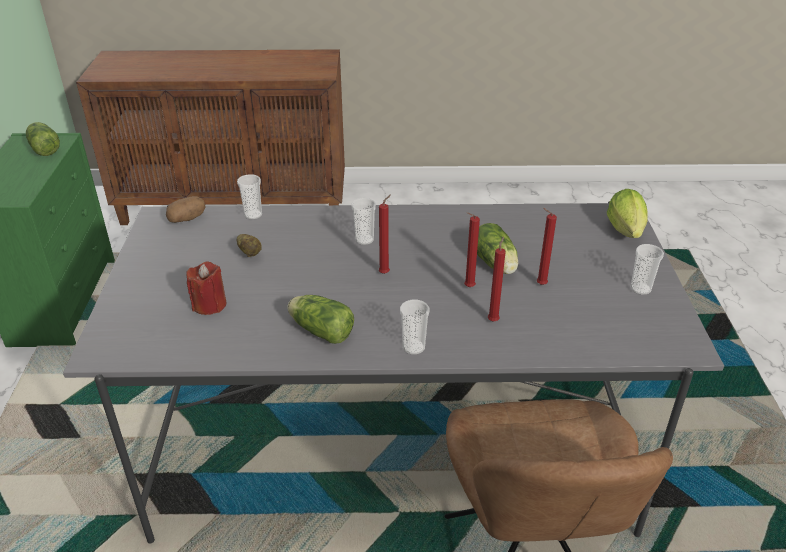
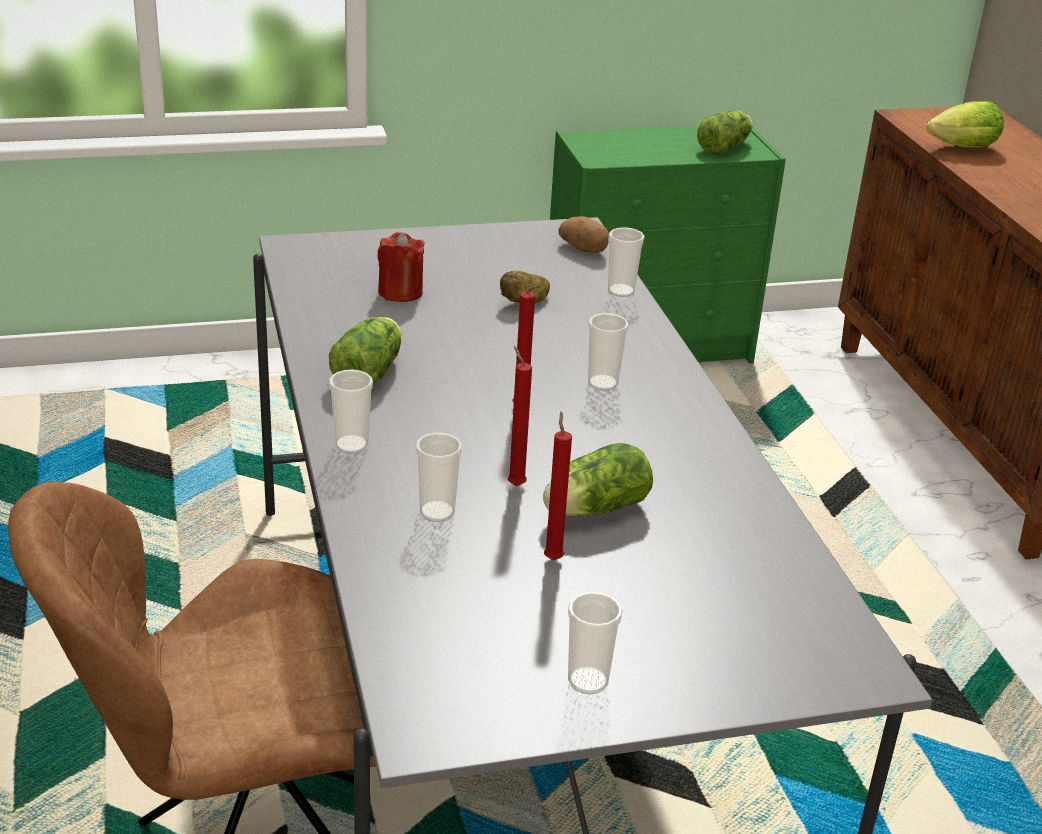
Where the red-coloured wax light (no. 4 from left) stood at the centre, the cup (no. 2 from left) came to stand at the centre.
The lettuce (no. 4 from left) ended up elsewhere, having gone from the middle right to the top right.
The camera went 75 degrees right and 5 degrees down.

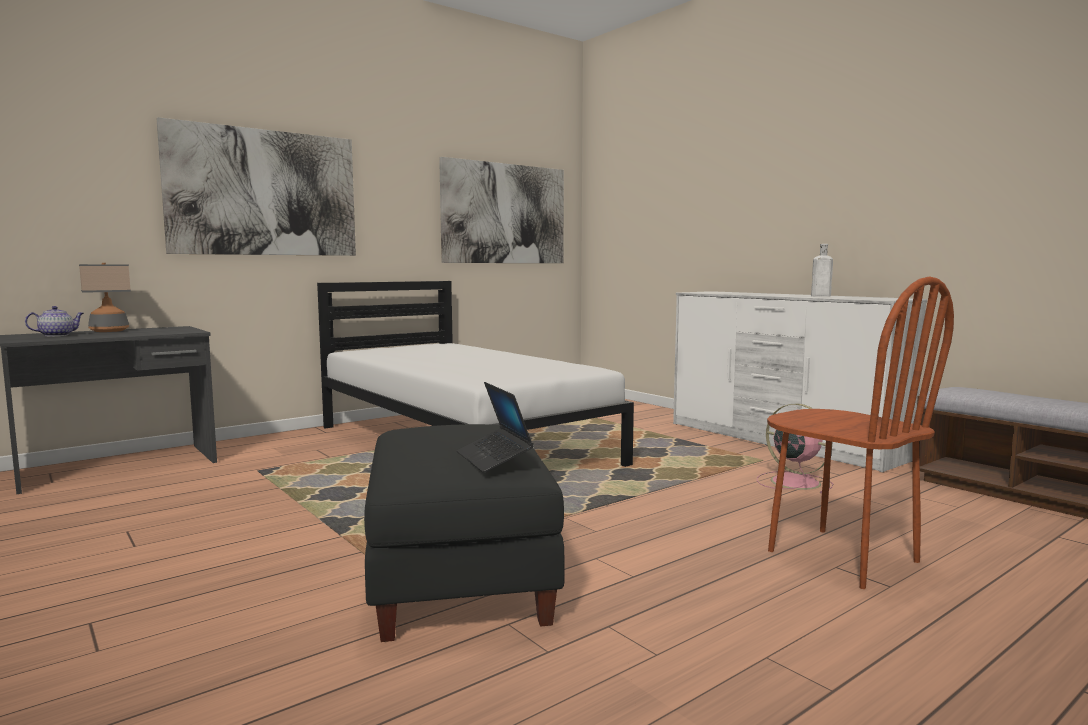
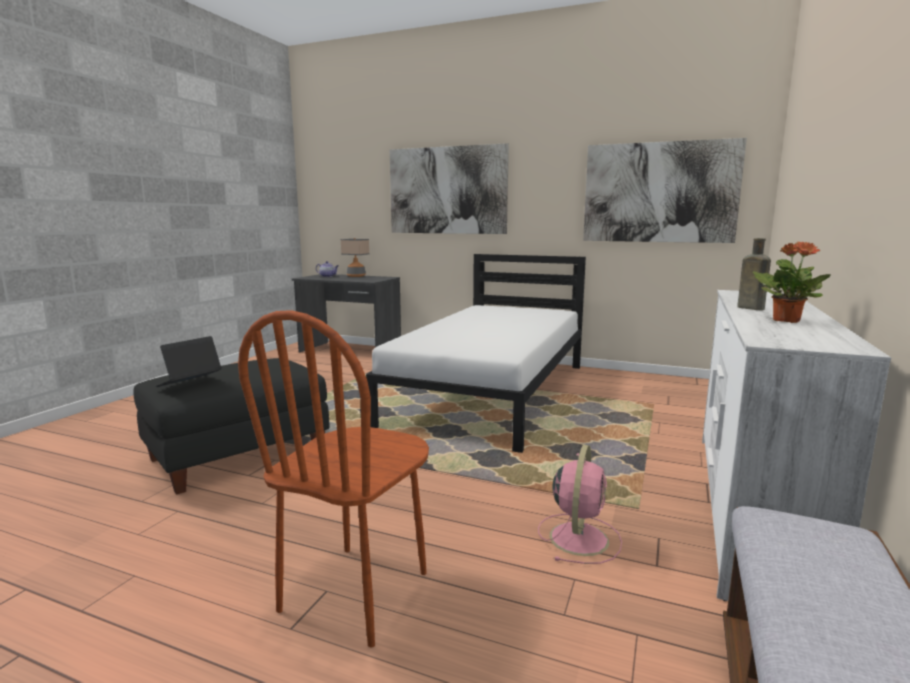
Where the white beverage bottle stood at the middle right, the potted plant came to stand at the middle right.
The second view gained the brownish beverage bottle at the middle right.
The camera went 60 degrees right and 5 degrees up.

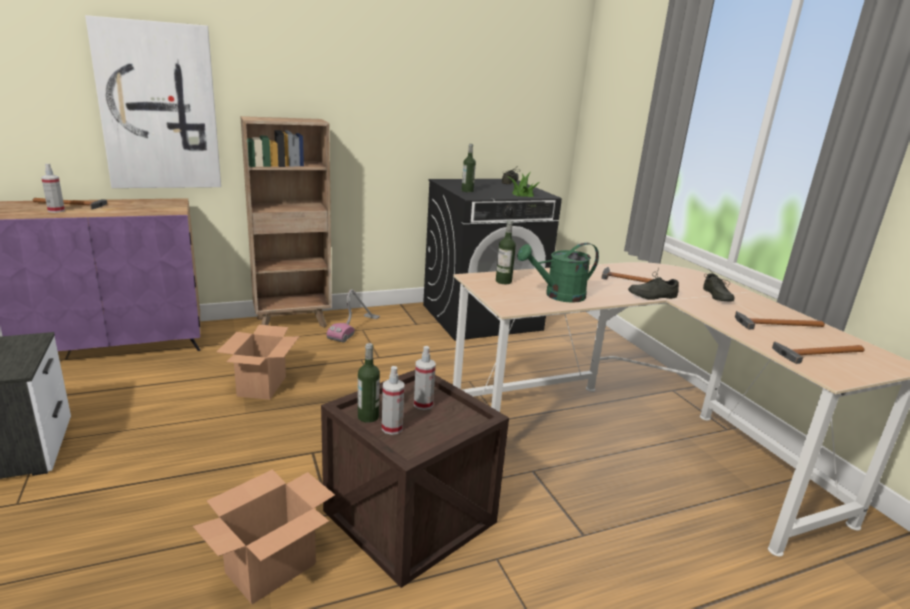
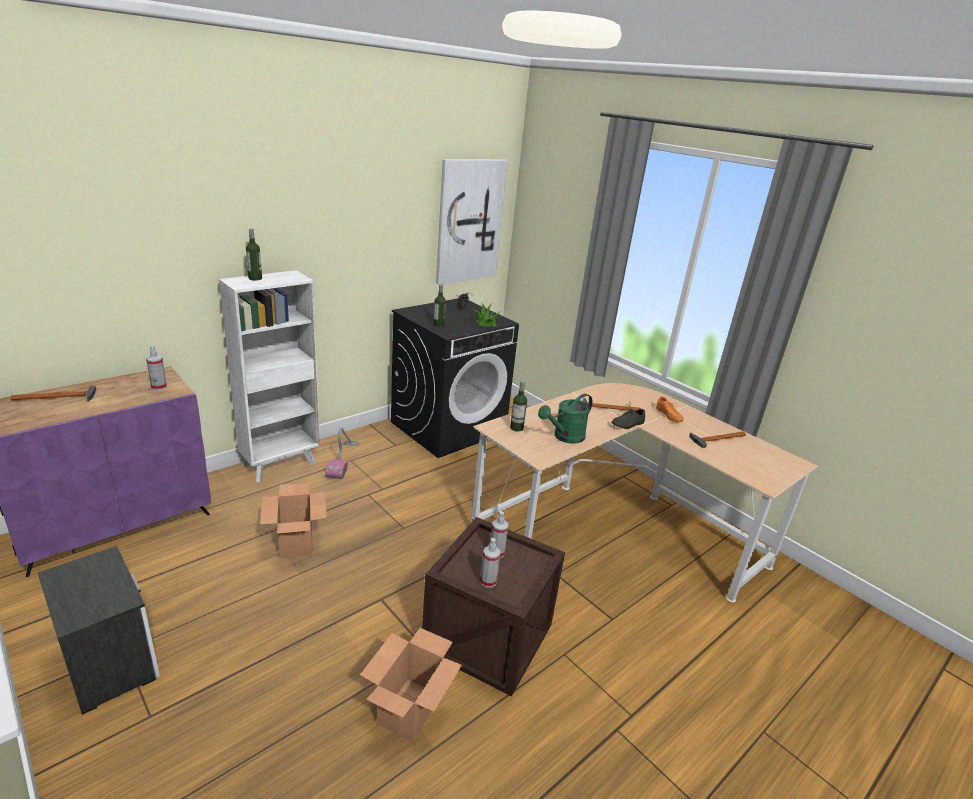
The sprayer (no. 1 from left) ended up elsewhere, having gone from the top left to the middle left.
The picture ended up elsewhere, having gone from the top left to the top centre.
What was the brownish bookcase at the middle left turned into the white bookcase at the middle left.
The beverage bottle (no. 1 from left) ended up elsewhere, having gone from the centre to the top left.
What was the gray item of footwear (no. 3 from left) at the middle right turned into the orange-coloured item of footwear at the middle right.
The second view lost the hammer (no. 4 from left) at the middle right.
The camera went 20 degrees left and 5 degrees up.

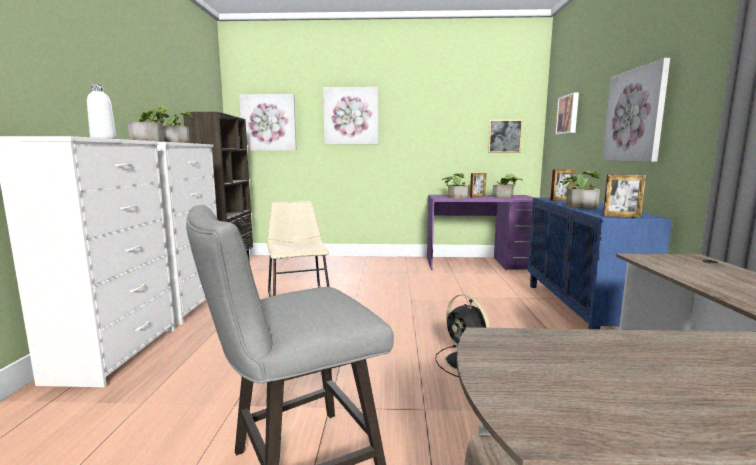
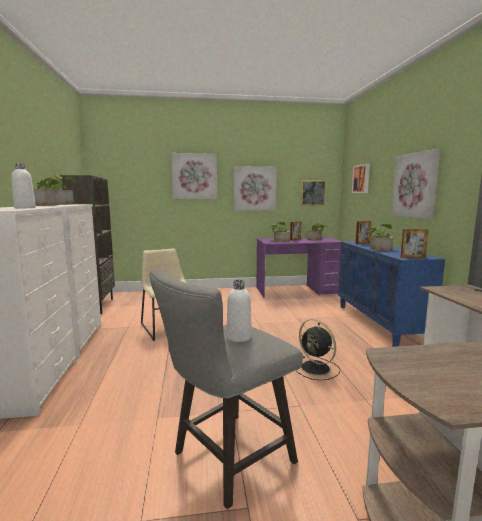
The picture (no. 1 from left in the first image) ended up elsewhere, having gone from the top centre to the centre.
The second view gained the white beverage bottle (no. 2 from left) at the centre.
The camera went 10 degrees left and 0 degrees up.

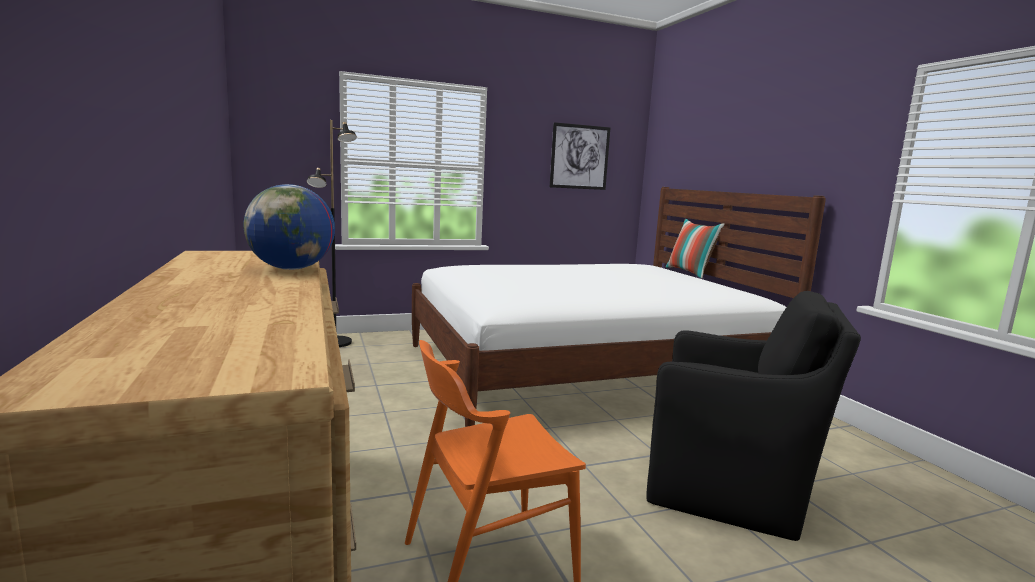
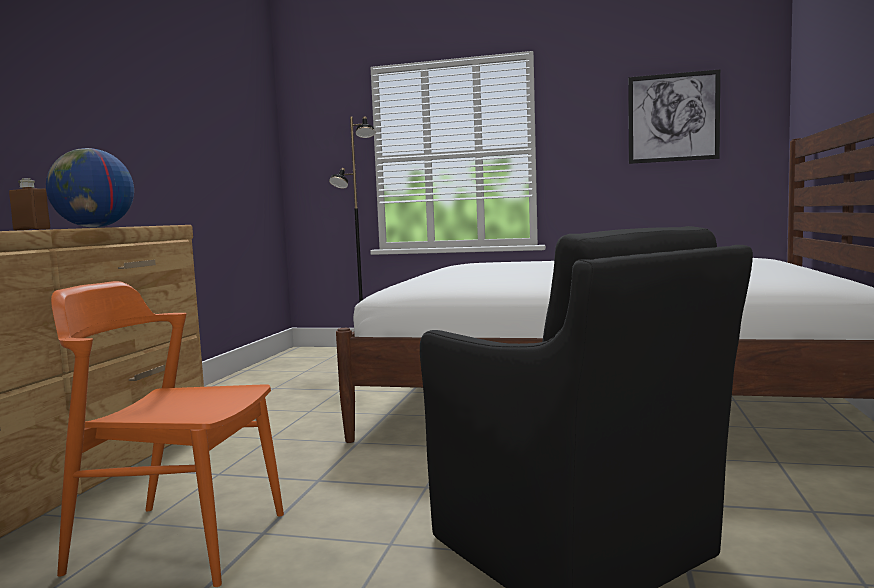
The second view lost the cushion at the middle right.
The second view gained the brownish beverage bottle at the middle left.
The camera went 35 degrees right and 5 degrees down.

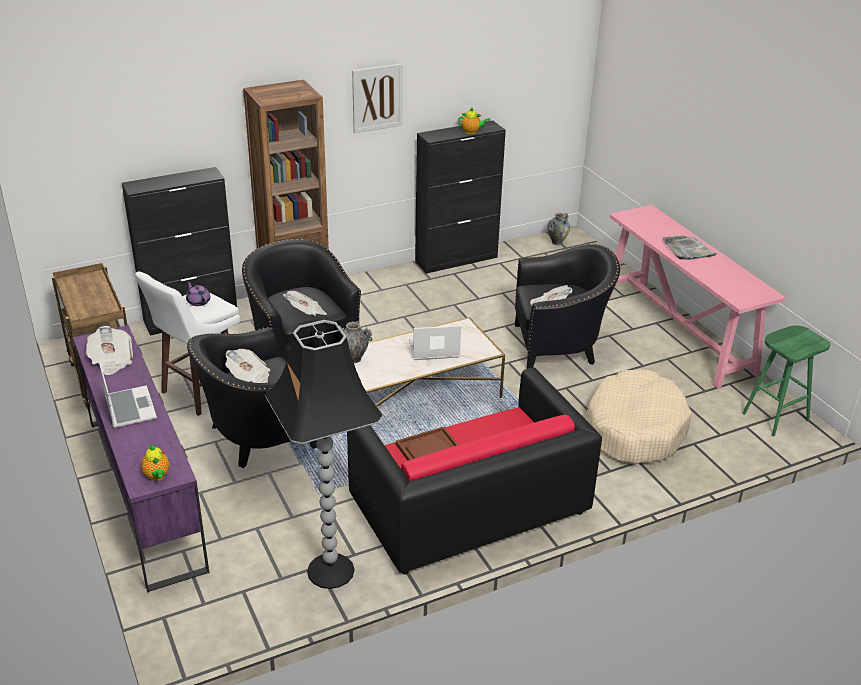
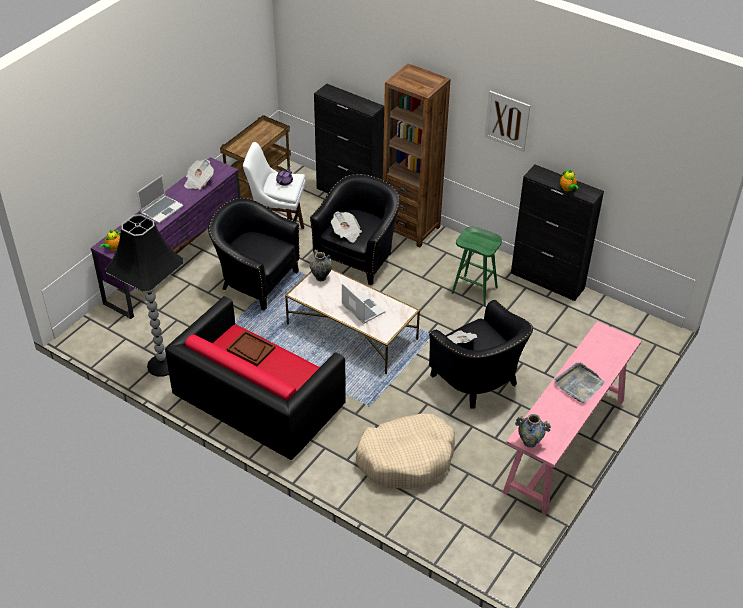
The second view lost the printed paper (no. 2 from left) at the middle left.
The vase (no. 2 from left) ended up elsewhere, having gone from the centre to the bottom right.
The green-coloured stool seat ended up elsewhere, having gone from the middle right to the centre.
The camera went 60 degrees right and 10 degrees up.

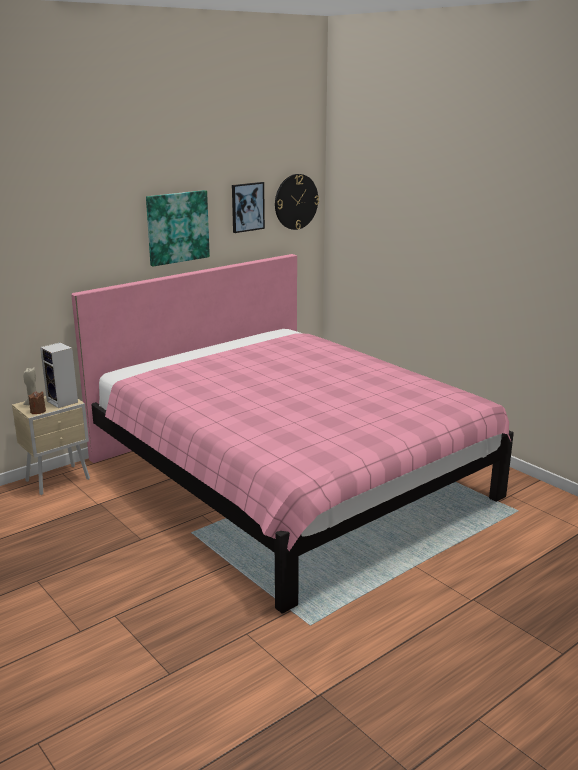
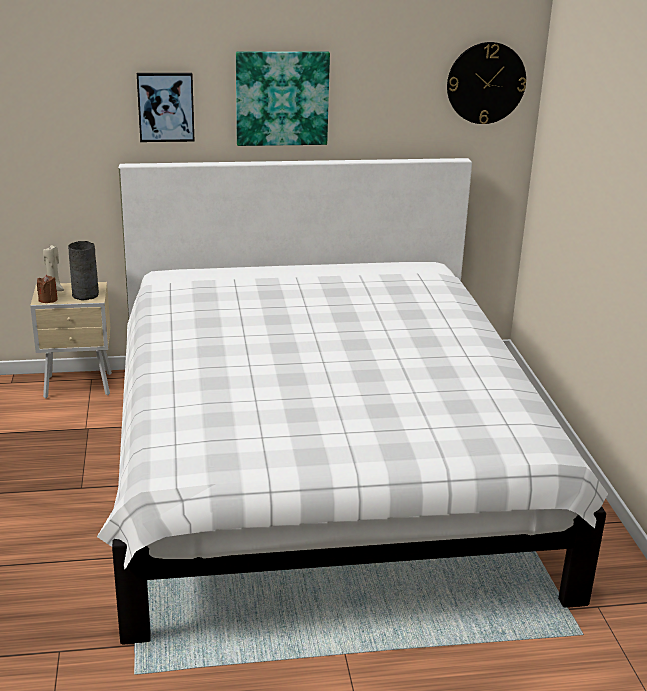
Where the speaker stood at the middle left, the gray vase came to stand at the middle left.
What was the pinkish sleeping bed at the centre turned into the white sleeping bed at the centre.
The picture (no. 2 from left in the first image) ended up elsewhere, having gone from the top centre to the top left.
The camera went 30 degrees right and 5 degrees up.

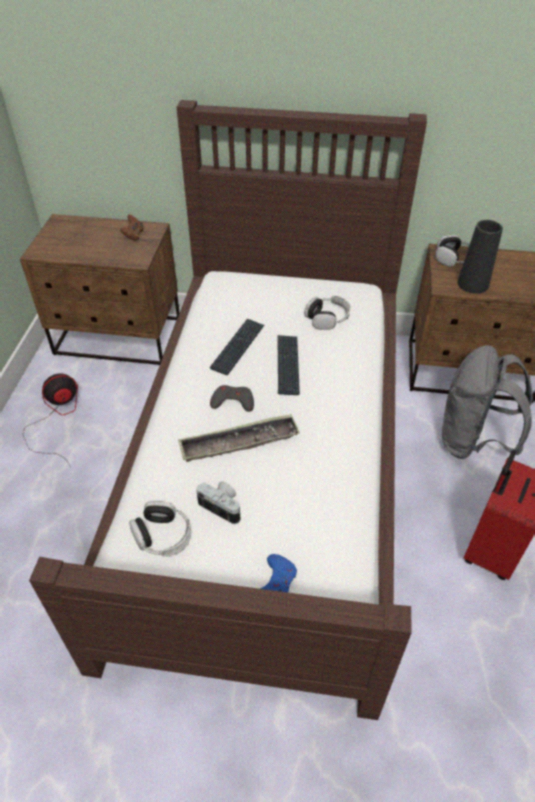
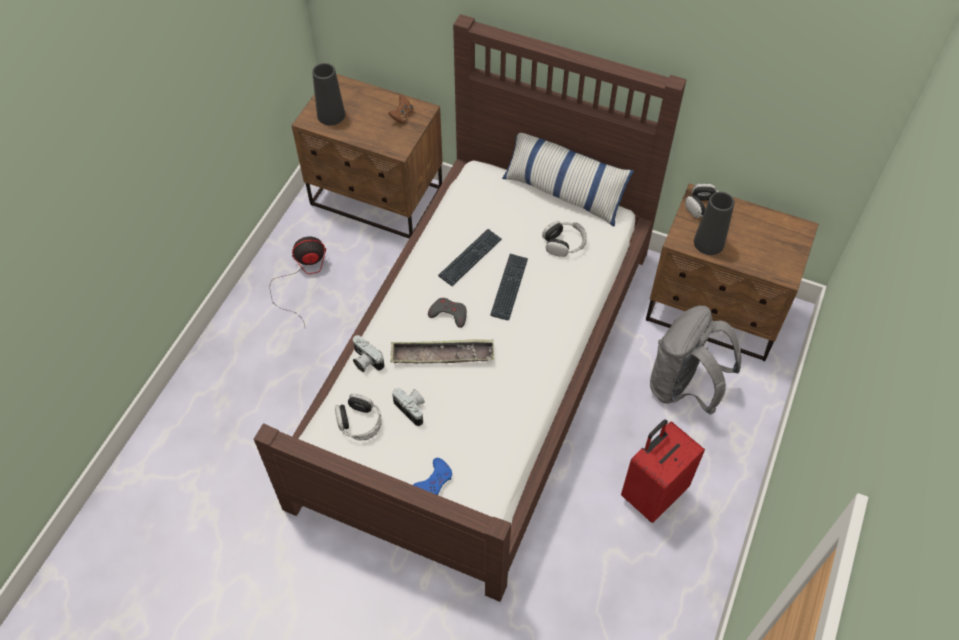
The second view gained the blackish vase (no. 1 from left) at the top centre.
The second view gained the photo camera (no. 1 from left) at the centre.
The second view gained the cushion at the top centre.
The camera went 15 degrees right and 10 degrees up.

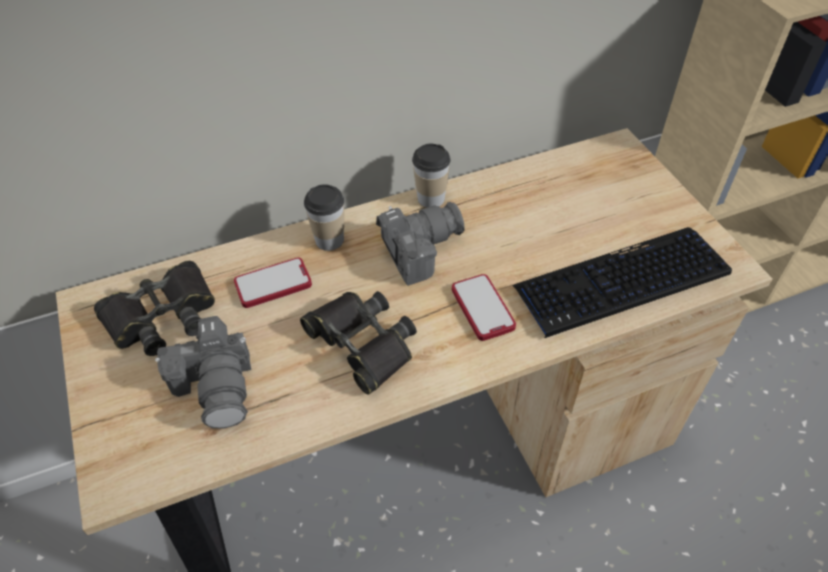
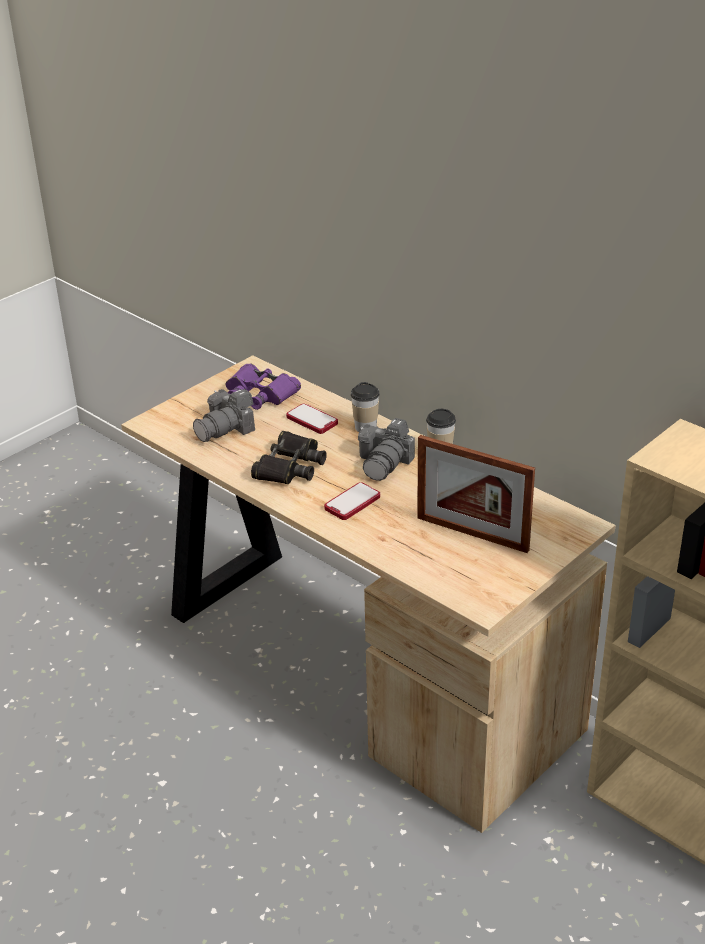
What was the blackish binoculars (no. 1 from left) at the middle left turned into the purple binoculars at the centre.
The photo camera (no. 2 from left) at the centre ended up facing another way, 75 degrees clockwise from before.
The second view lost the keyboard at the middle right.
The second view gained the picture frame at the middle right.
The camera went 65 degrees right and 15 degrees down.

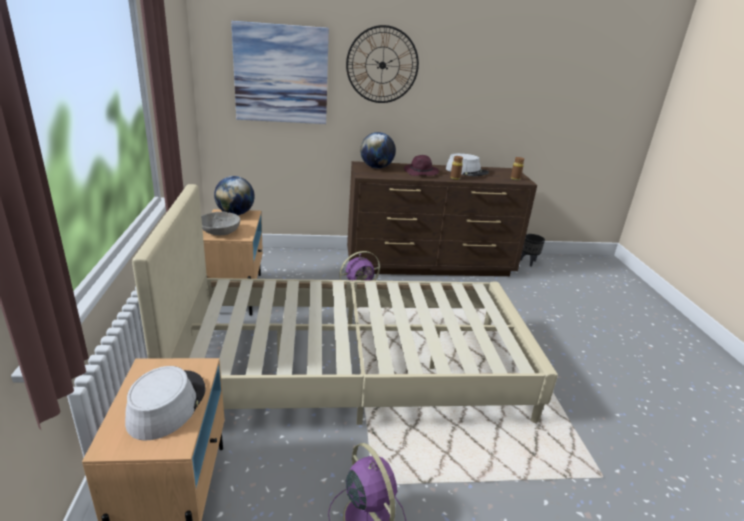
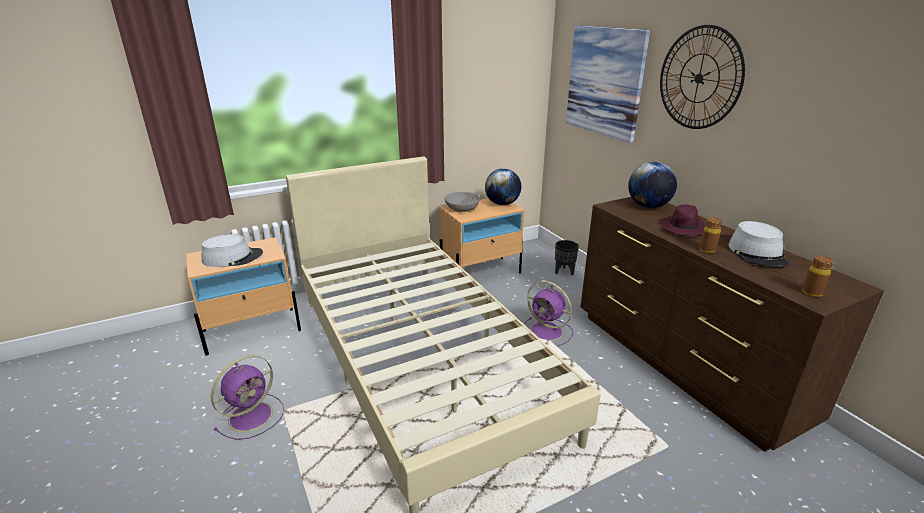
The blackish flower pot ended up elsewhere, having gone from the middle right to the centre.
The camera went 70 degrees right and 0 degrees up.

